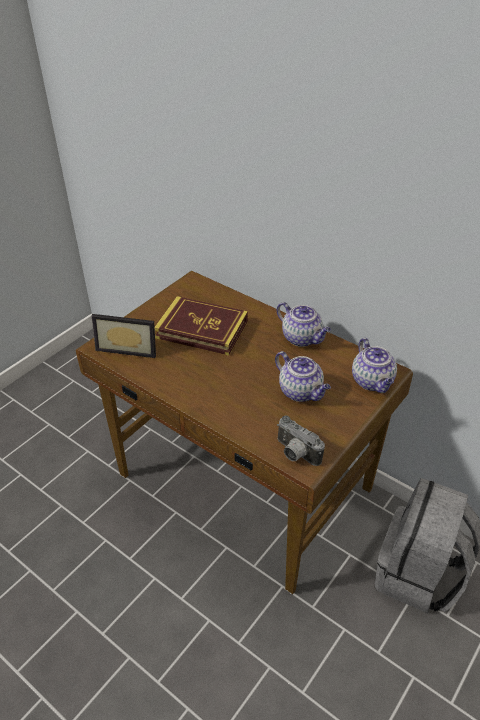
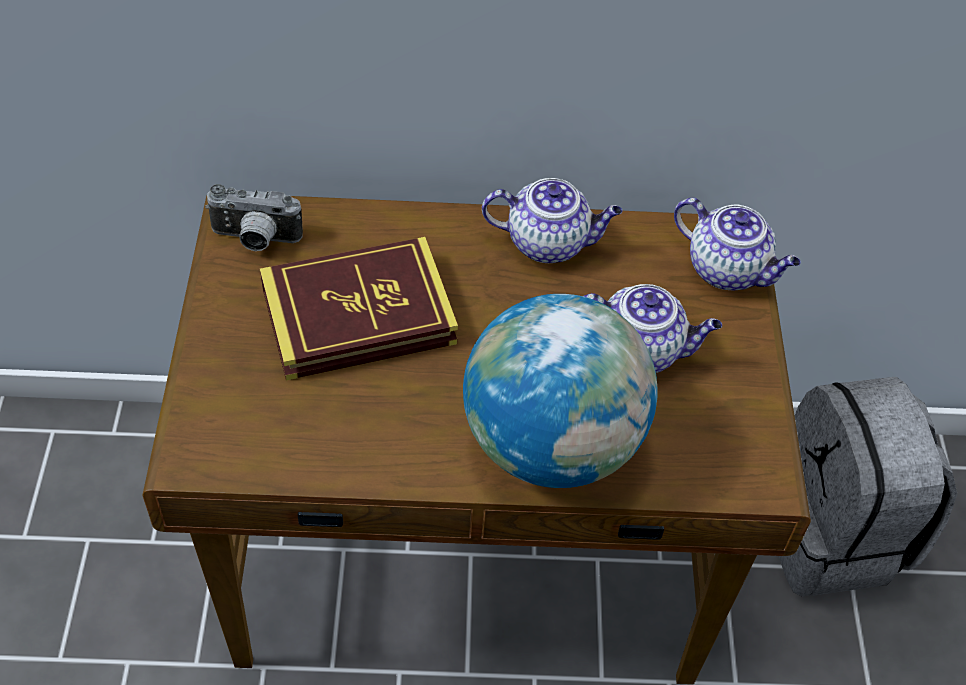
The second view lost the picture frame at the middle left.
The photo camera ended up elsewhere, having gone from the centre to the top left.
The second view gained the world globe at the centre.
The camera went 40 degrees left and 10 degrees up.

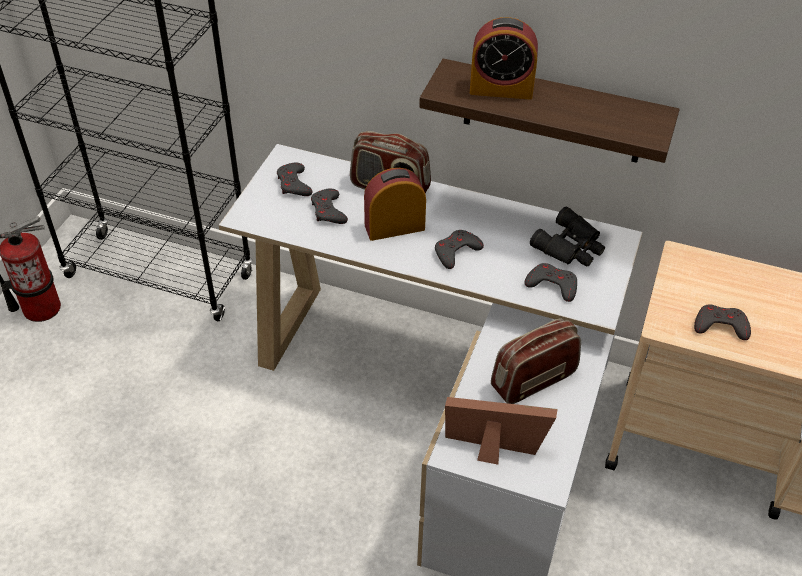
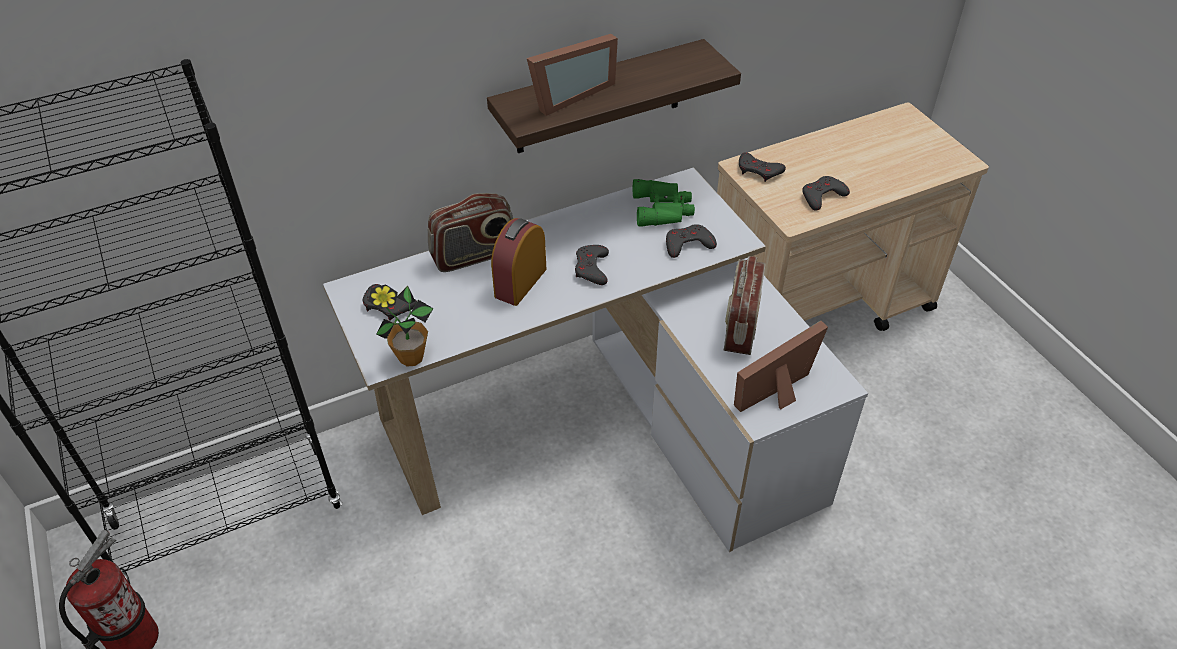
The gray joypad (no. 2 from left in the first image) ended up elsewhere, having gone from the centre to the top centre.
Where the alarm clock (no. 2 from left) stood at the top centre, the picture frame (no. 1 from left) came to stand at the top centre.
What was the blackish binoculars at the middle right turned into the green-coloured binoculars at the top centre.
The second view gained the potted plant at the centre.
The camera went 45 degrees left and 0 degrees up.

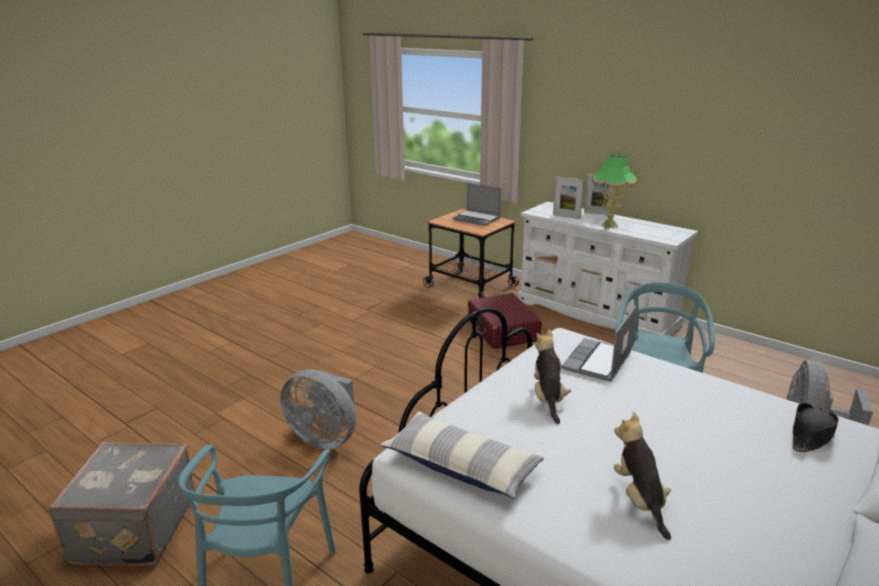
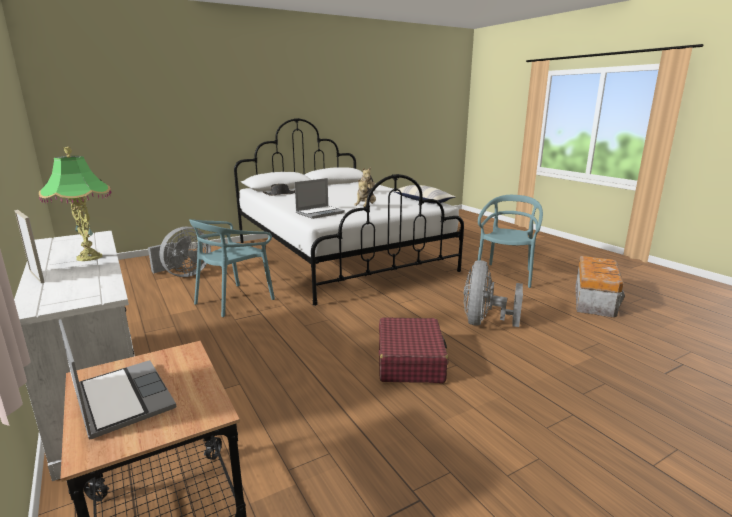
Where the gray piece of luggage stood at the bottom left, the storage bin came to stand at the middle right.
The gray cooling fan (no. 1 from left in the first image) at the bottom centre ended up facing another way, 120 degrees counterclockwise from before.
The red-coloured piece of luggage ended up elsewhere, having gone from the centre to the bottom centre.
The second view lost the picture frame (no. 1 from left) at the centre.
The camera went 160 degrees left and 5 degrees down.

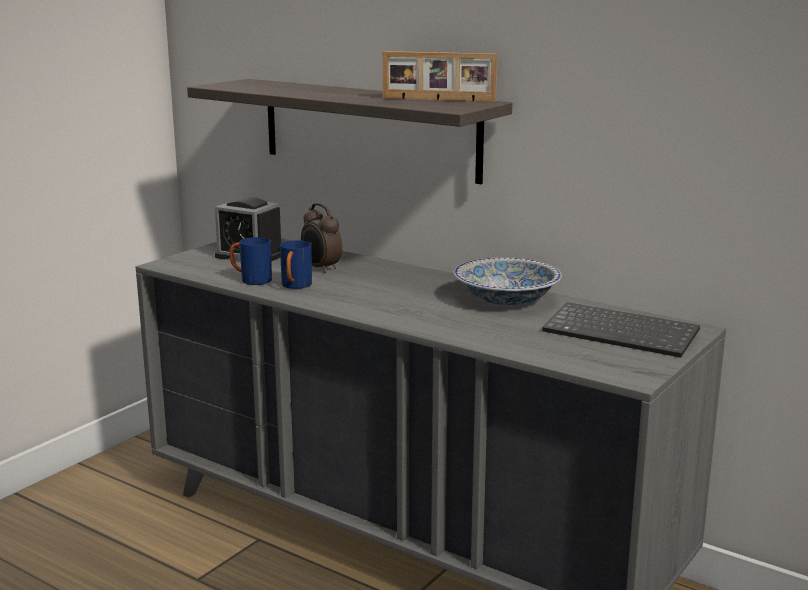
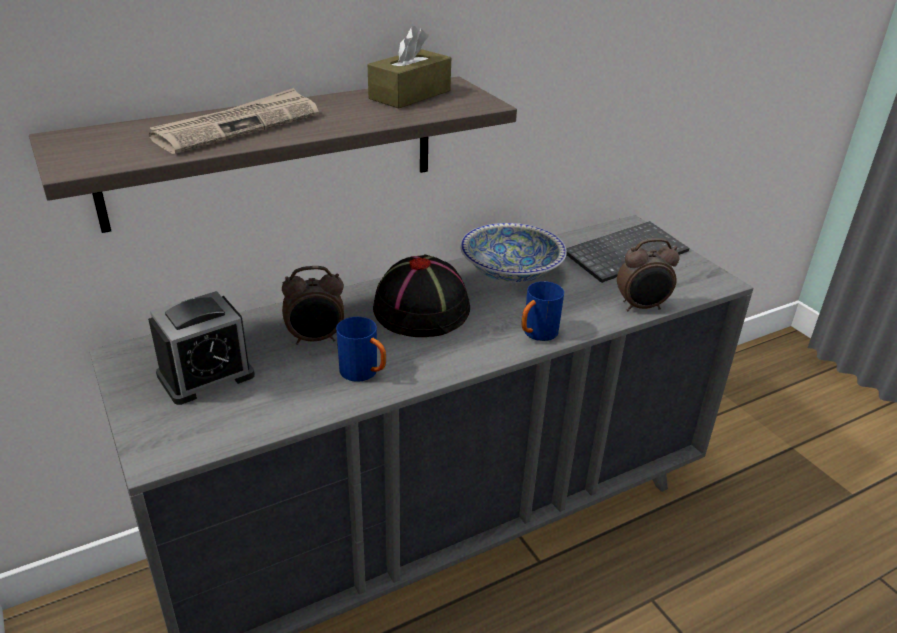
The blue mug (no. 1 from left in the first image) ended up elsewhere, having gone from the middle left to the centre.
Where the picture frame stood at the top centre, the brownish box of tissues came to stand at the top centre.
The second view gained the printed paper at the top left.
The second view gained the blackish clothing hat at the centre.
The second view gained the alarm clock (no. 3 from left) at the middle right.
The camera went 65 degrees left and 15 degrees up.

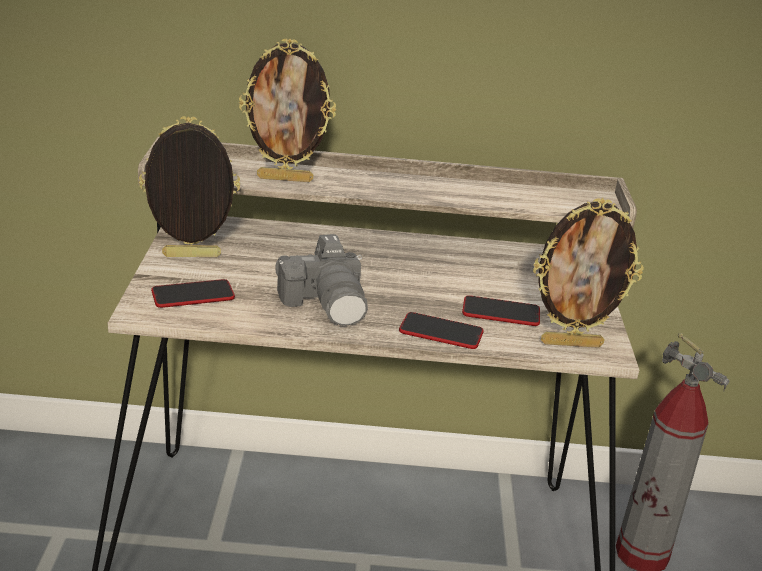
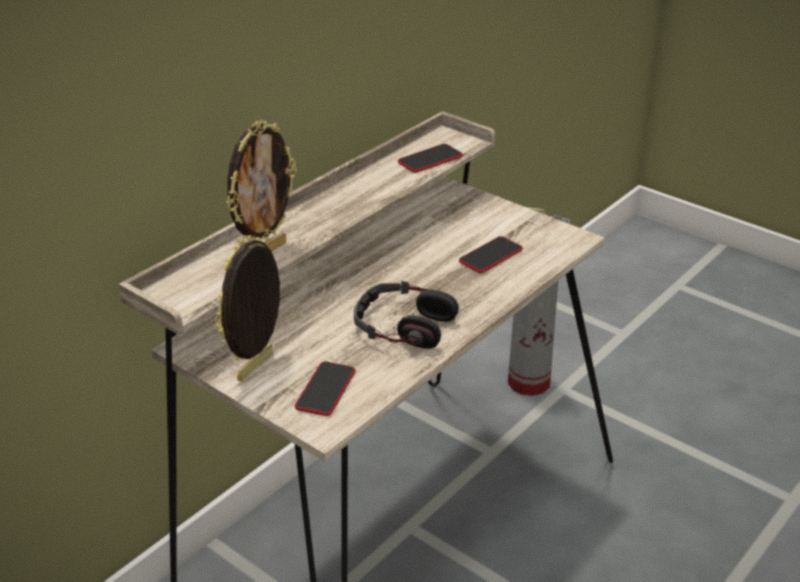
Where the photo camera stood at the centre, the headset came to stand at the centre.
The phone (no. 2 from left) ended up elsewhere, having gone from the centre to the top centre.
The second view lost the picture frame (no. 3 from left) at the middle right.
The camera went 50 degrees left and 5 degrees up.

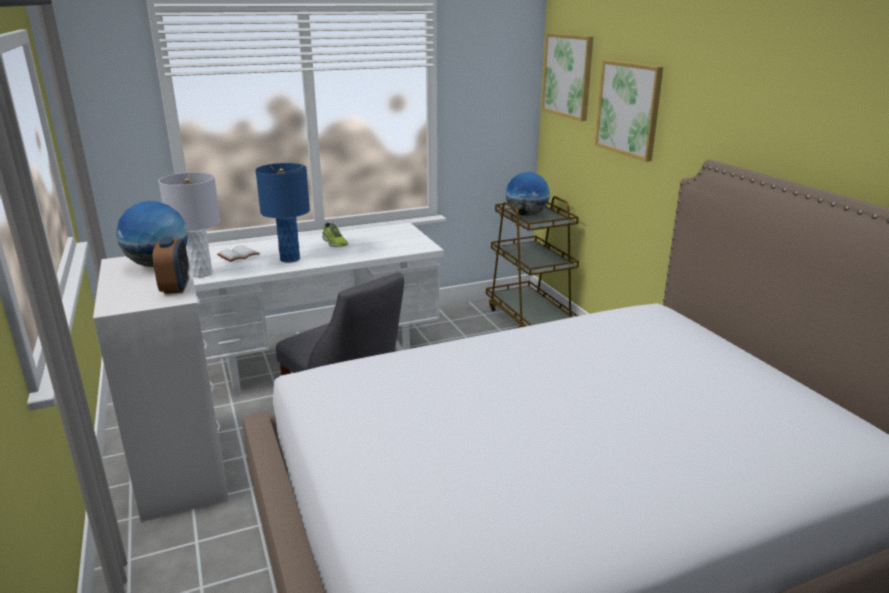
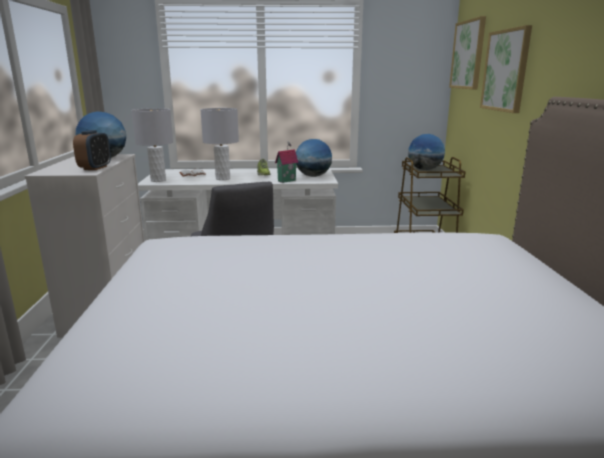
What was the blue lamp for a table at the middle left turned into the gray lamp for a table (no. 2 from left) at the top centre.
The second view gained the toy house at the centre.
The second view gained the world globe (no. 2 from left) at the centre.
The camera went 20 degrees right and 5 degrees down.

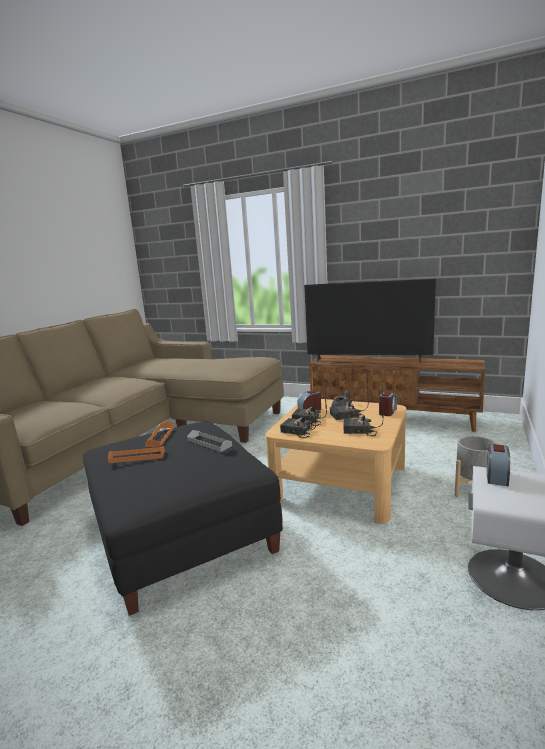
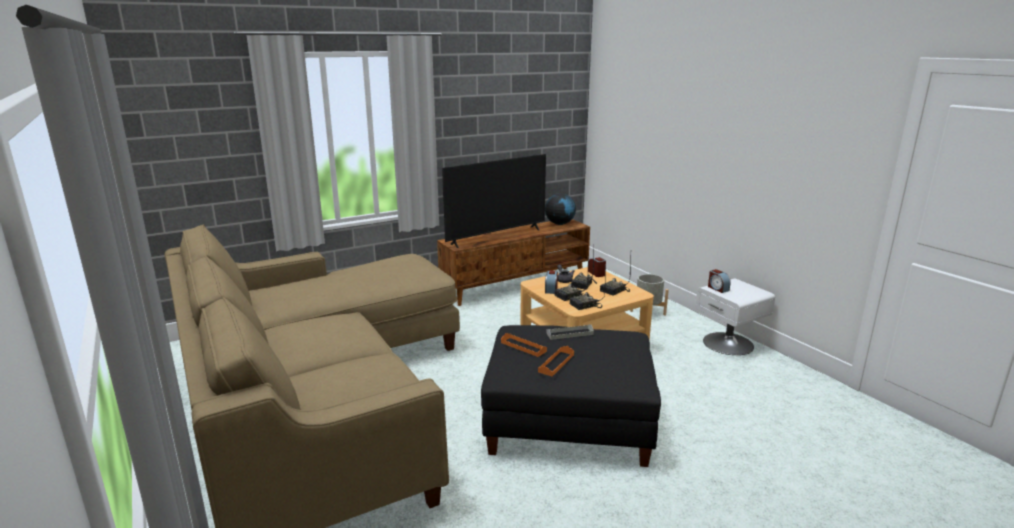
The second view gained the world globe at the centre.
The camera went 55 degrees left and 5 degrees up.

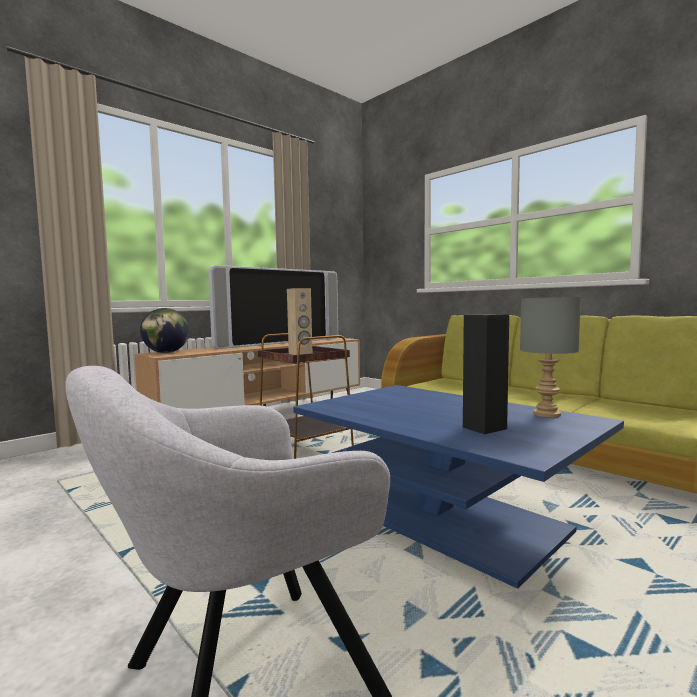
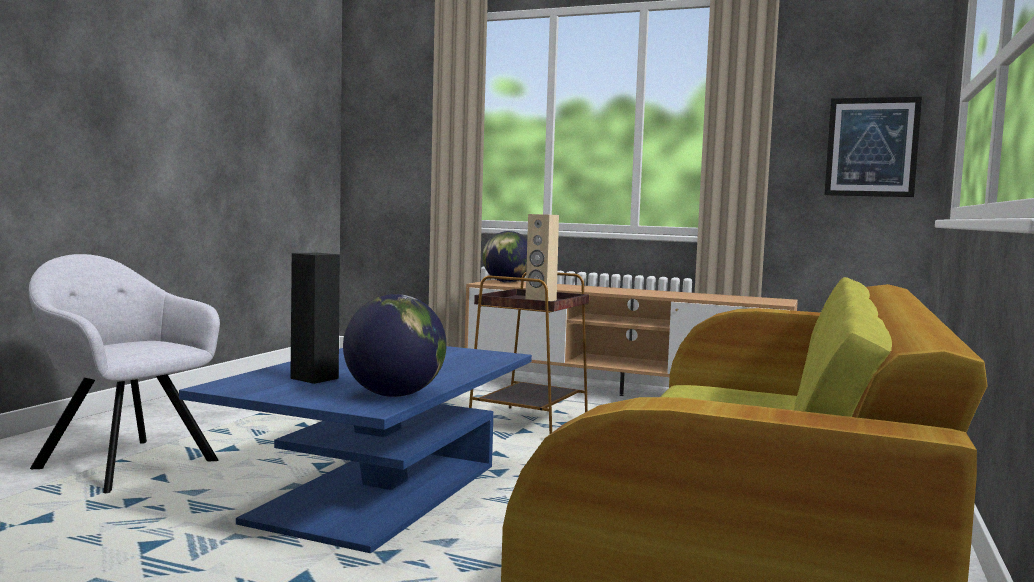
The second view lost the TV at the centre.
Where the gray lamp for a table stood at the middle right, the world globe (no. 1 from left) came to stand at the centre.
The second view gained the picture at the top right.
The camera went 65 degrees right and 0 degrees up.

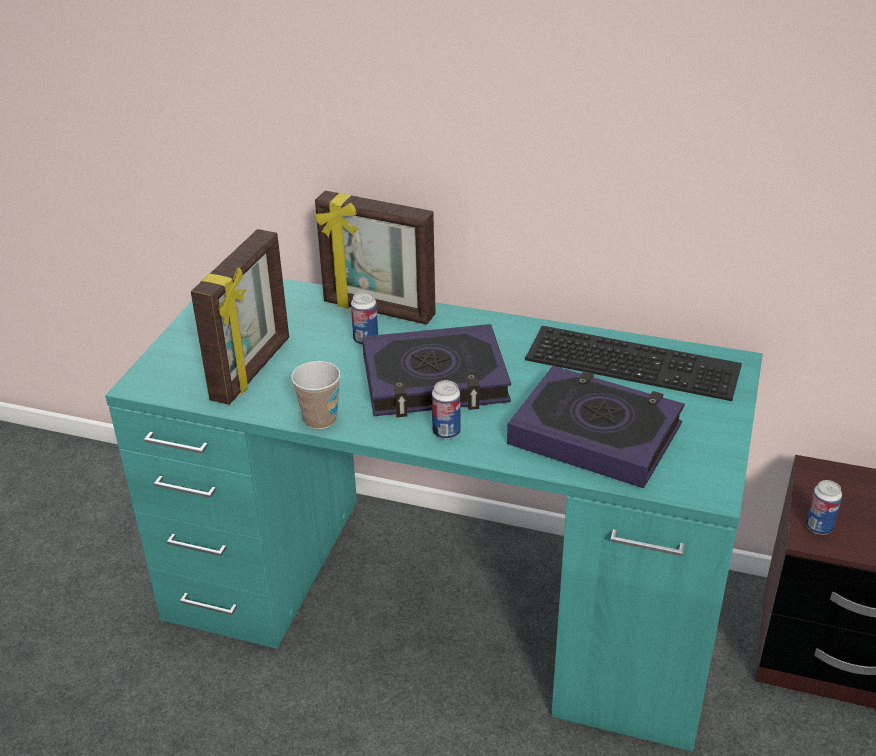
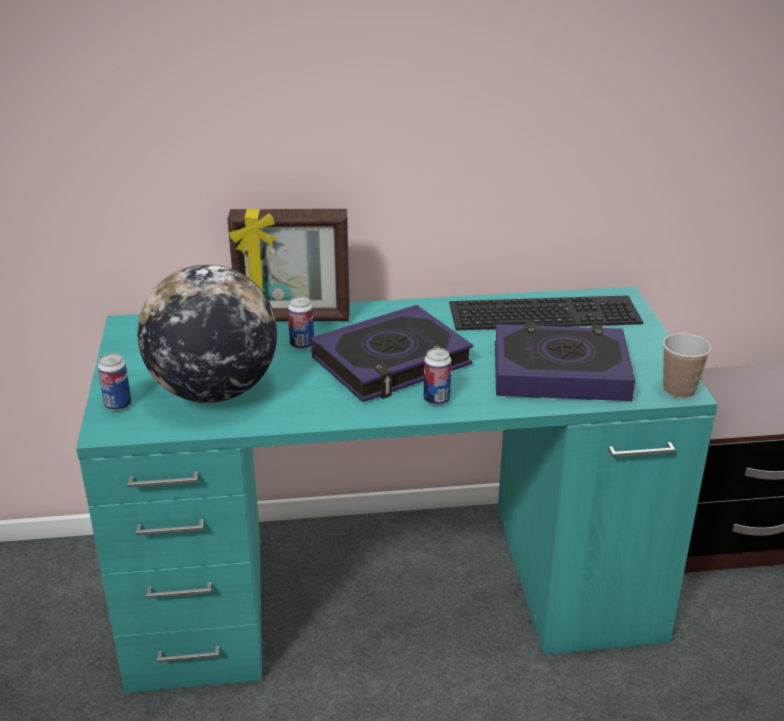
Where the picture frame (no. 1 from left) stood at the middle left, the world globe came to stand at the middle left.
The cup ended up elsewhere, having gone from the centre to the middle right.
The can (no. 3 from left in the first image) ended up elsewhere, having gone from the bottom right to the middle left.
The camera went 25 degrees left and 5 degrees down.

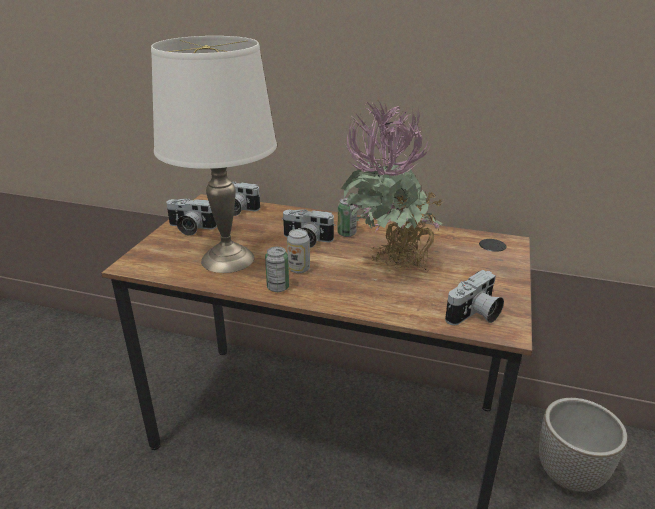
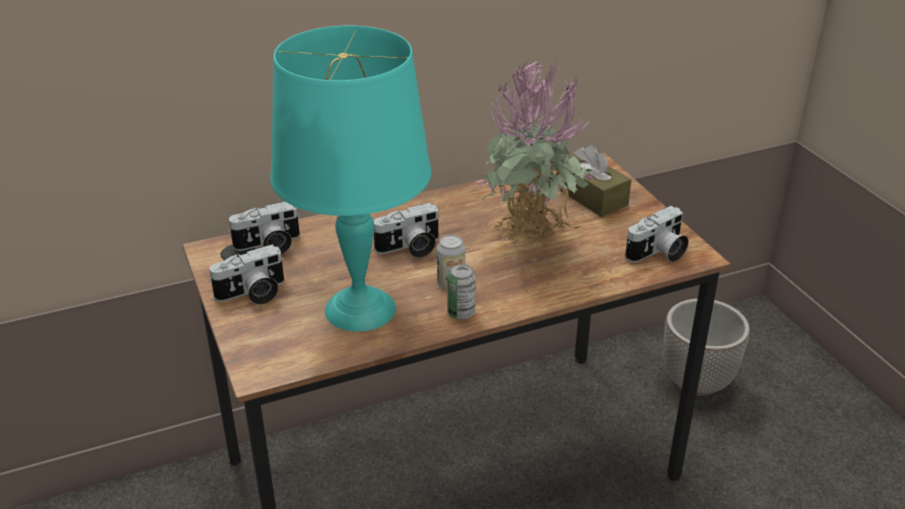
What was the white lamp for a table at the top left turned into the turquoise lamp for a table at the centre.
The second view lost the can (no. 3 from left) at the centre.
The photo camera (no. 4 from left) at the middle right ended up facing another way, 45 degrees clockwise from before.
The second view gained the brownish box of tissues at the centre.
The camera went 40 degrees left and 5 degrees up.

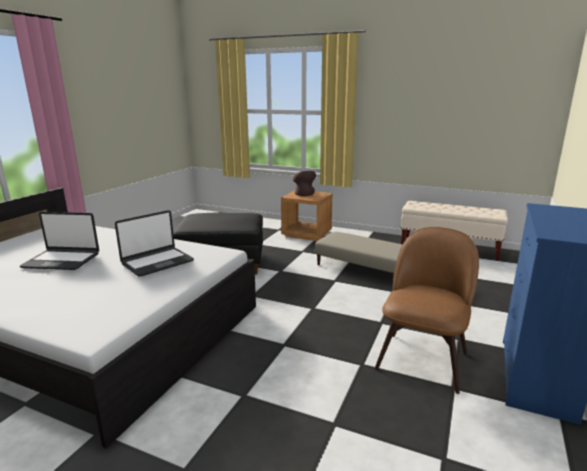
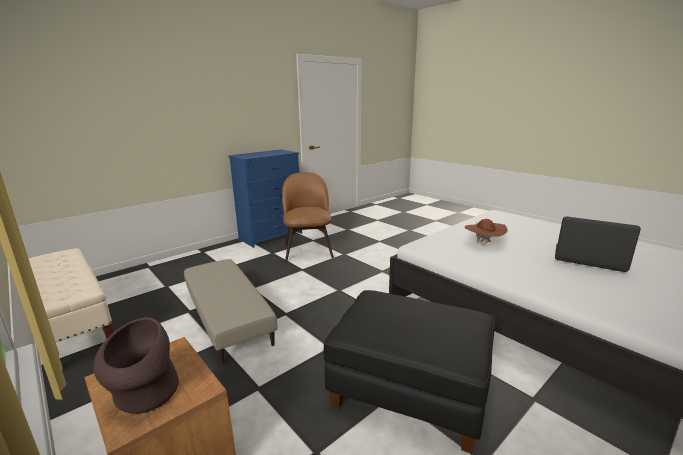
Where the notebook computer (no. 2 from left) stood at the middle left, the brownish clothing hat came to stand at the middle right.
The brownish chair at the middle right ended up facing another way, 120 degrees clockwise from before.
The camera went 155 degrees left and 0 degrees up.

